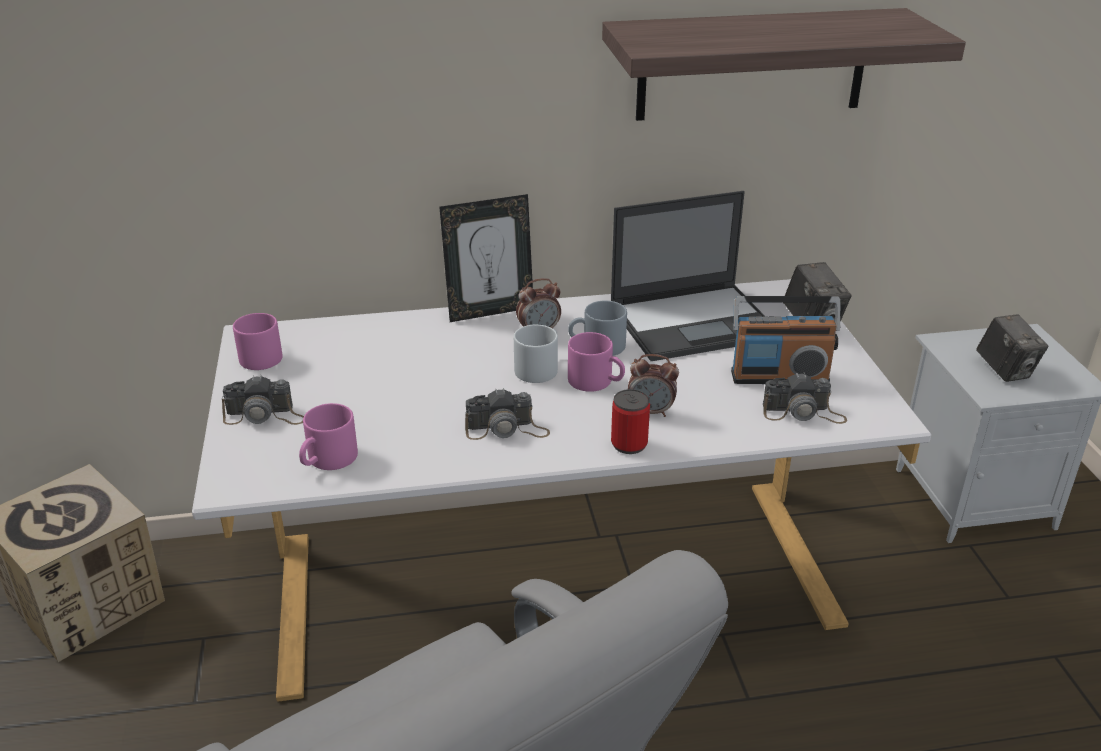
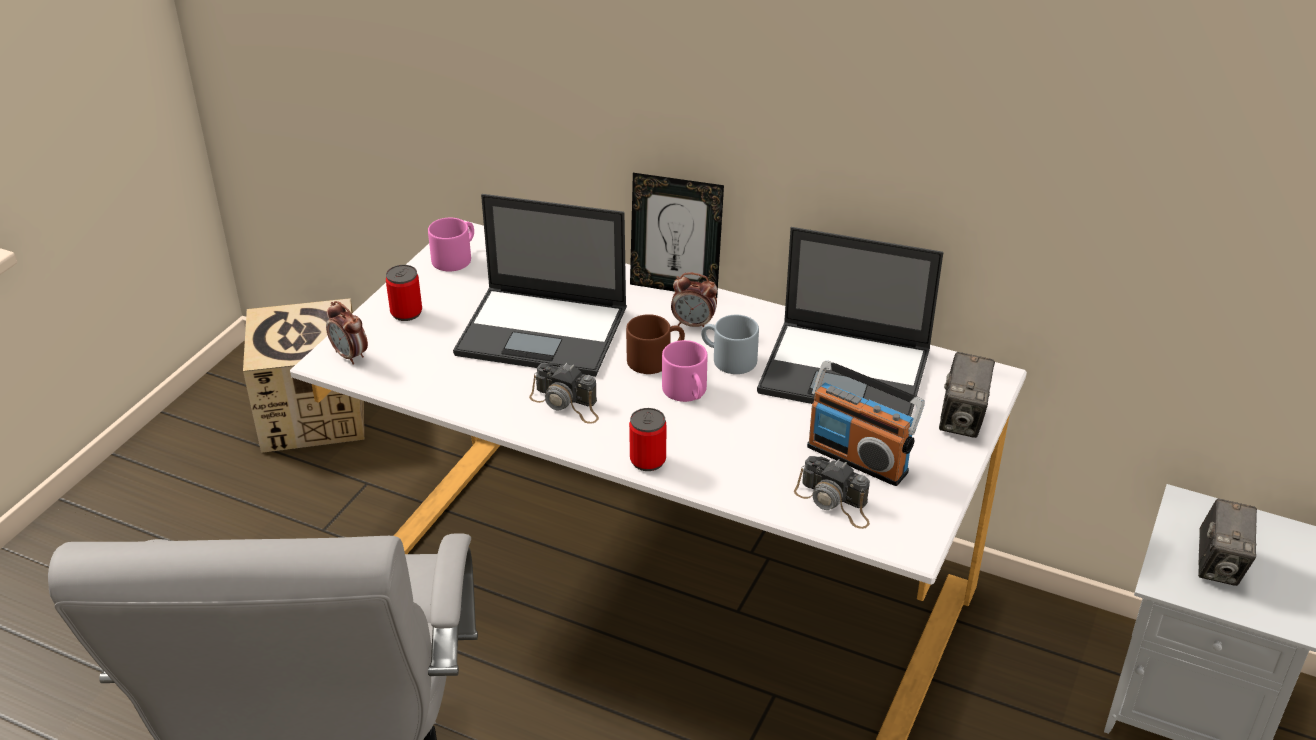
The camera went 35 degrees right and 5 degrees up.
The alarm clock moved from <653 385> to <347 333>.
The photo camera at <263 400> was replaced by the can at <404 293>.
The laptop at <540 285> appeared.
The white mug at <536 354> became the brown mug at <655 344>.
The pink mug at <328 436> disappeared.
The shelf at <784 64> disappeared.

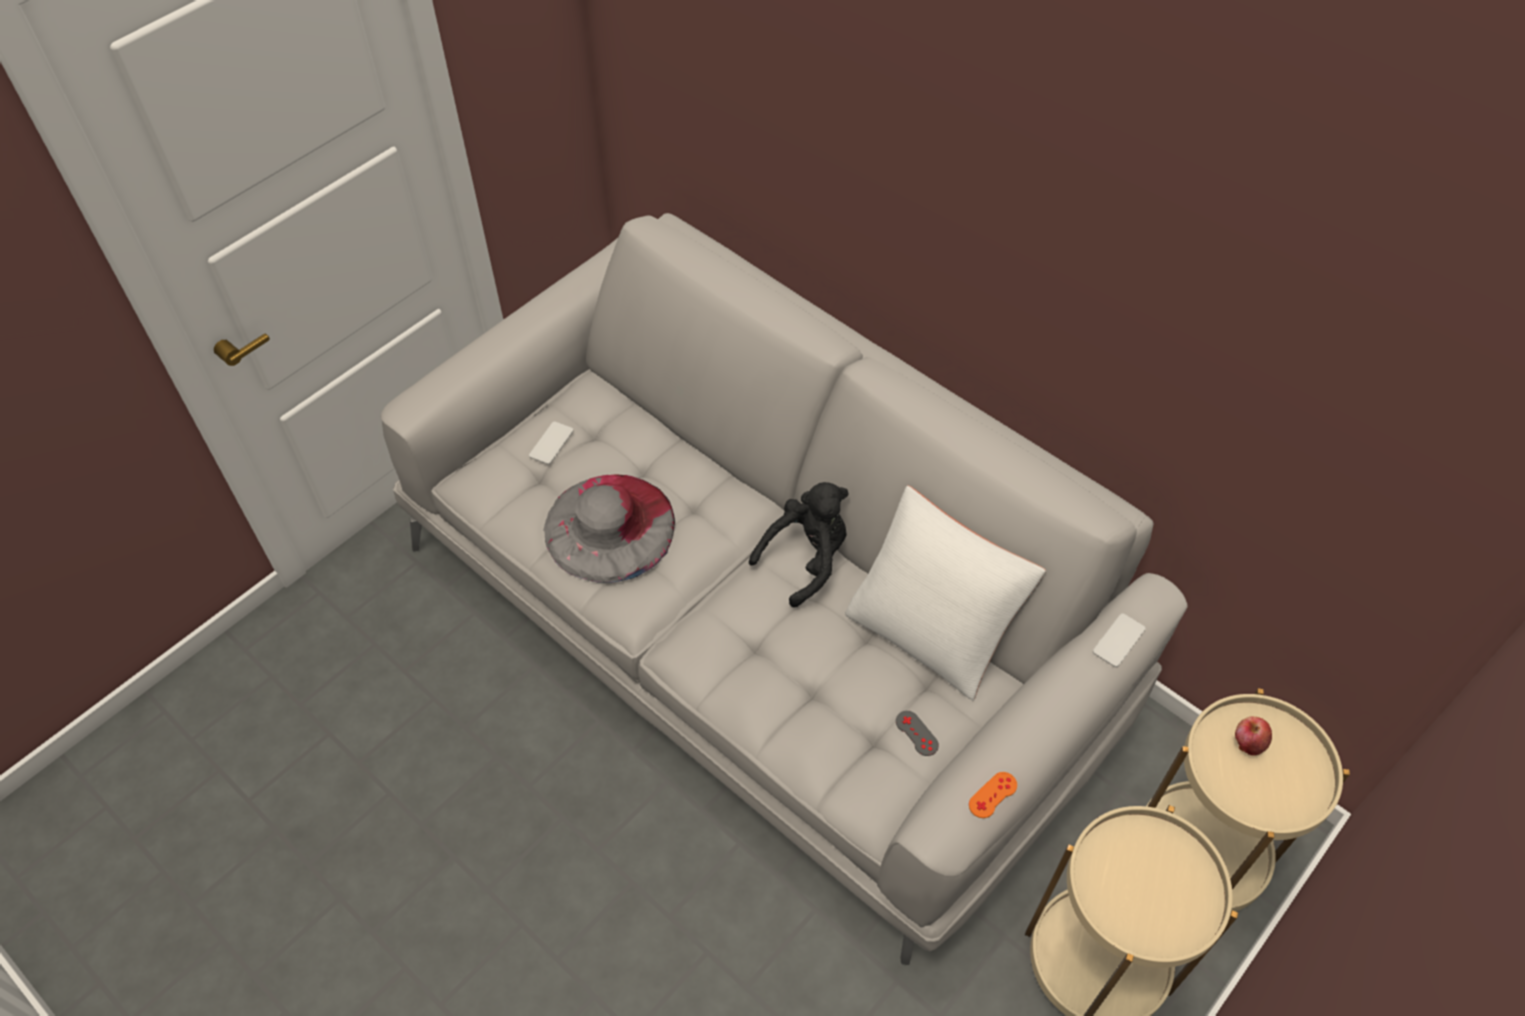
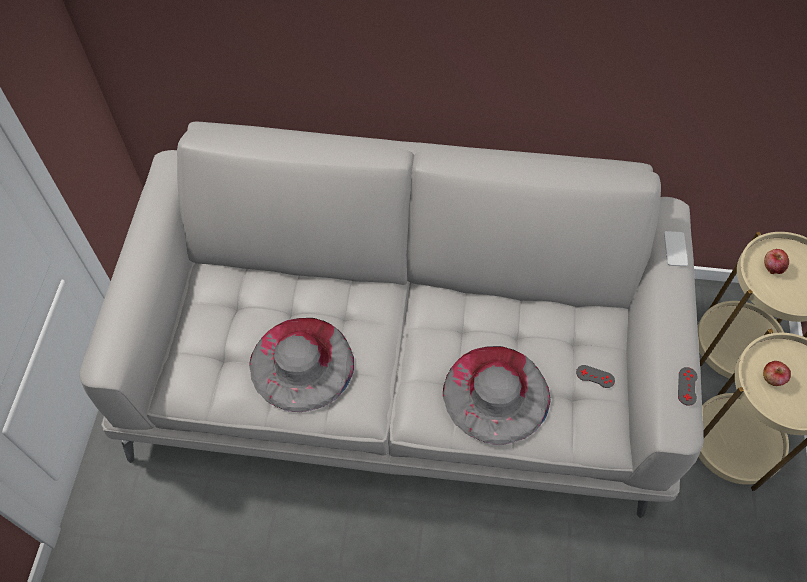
The camera went 35 degrees left and 5 degrees up.
The grey hat at <497 395> appeared.
The orange game controller at <993 795> became the grey game controller at <688 386>.
The apple at <777 373> appeared.
The phone at <551 443> disappeared.
The black plush toy at <799 544> disappeared.
The white pillow at <945 593> disappeared.

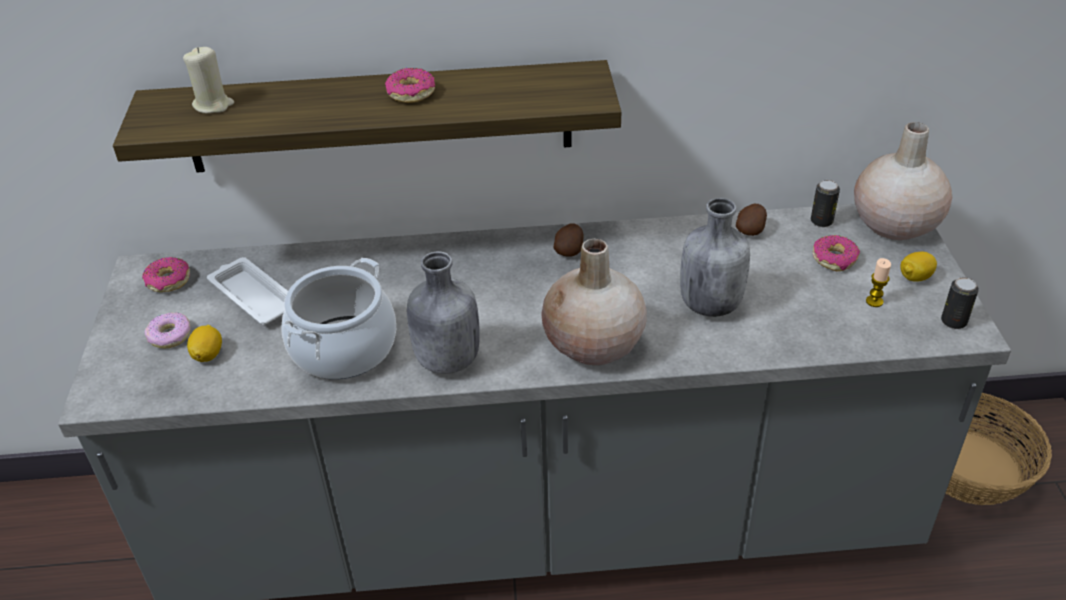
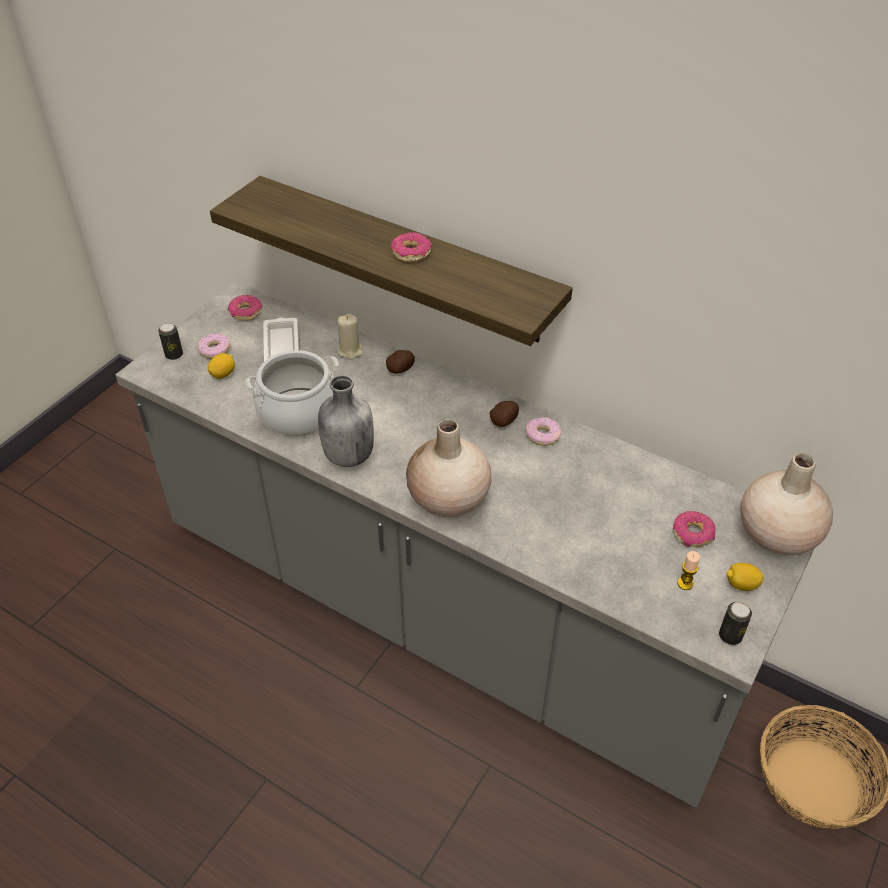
The camera went 35 degrees right and 5 degrees up.
The can moved from <825 203> to <170 341>.
The beige candle moved from <208 80> to <350 336>.
The potato moved from <751 220> to <400 362>.
The donut at <543 431> appeared.
The grey bottle at <715 257> disappeared.

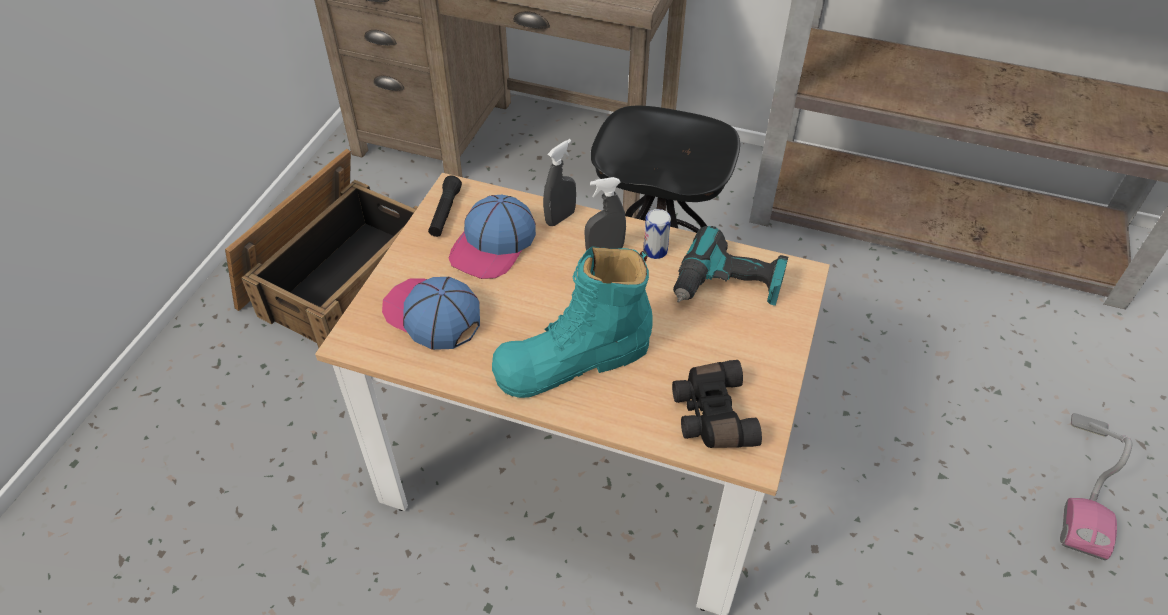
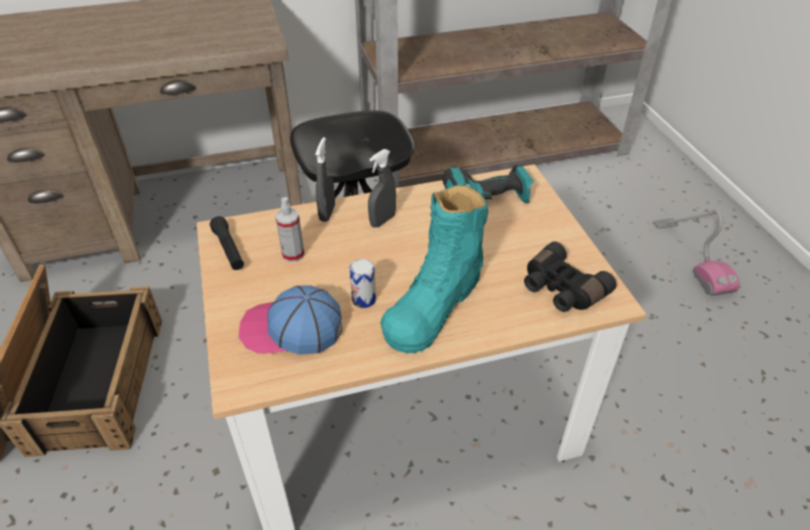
The camera went 35 degrees left and 5 degrees down.
The cap at <492 237> was replaced by the spray bottle at <289 229>.
The can moved from <657 234> to <362 283>.

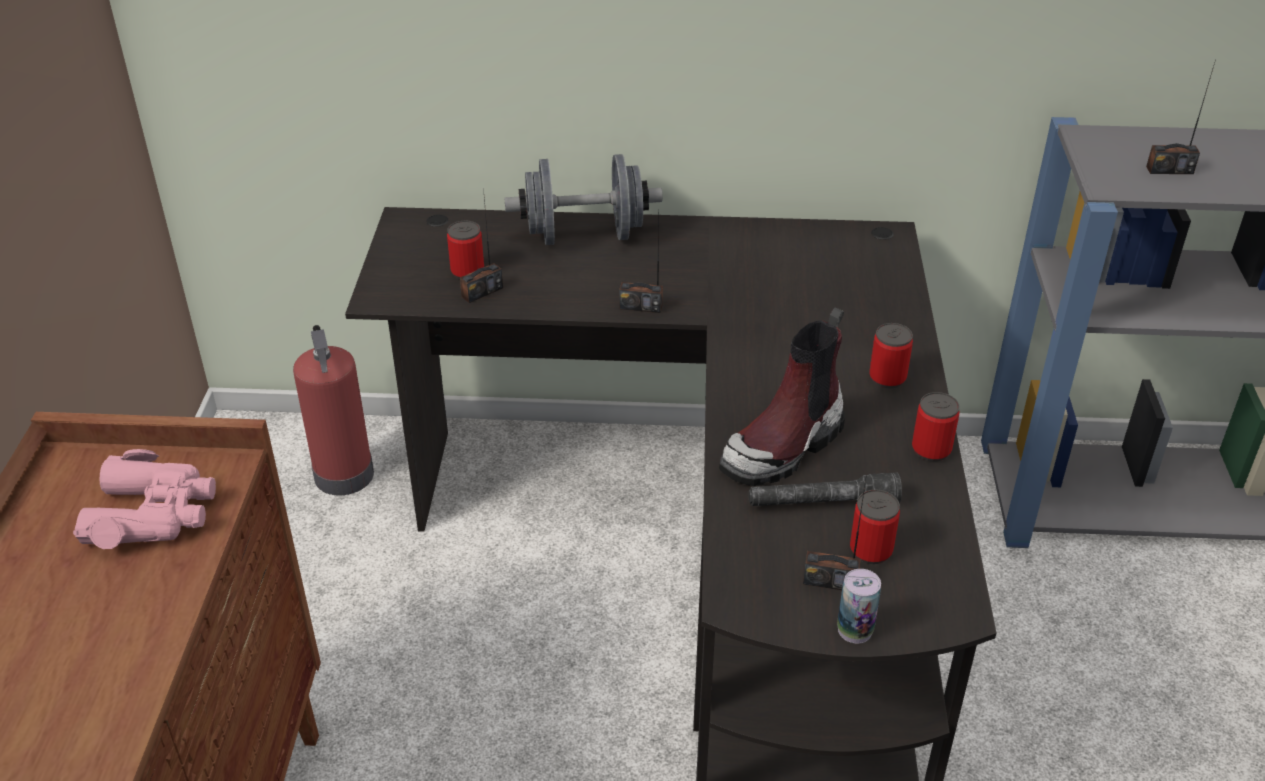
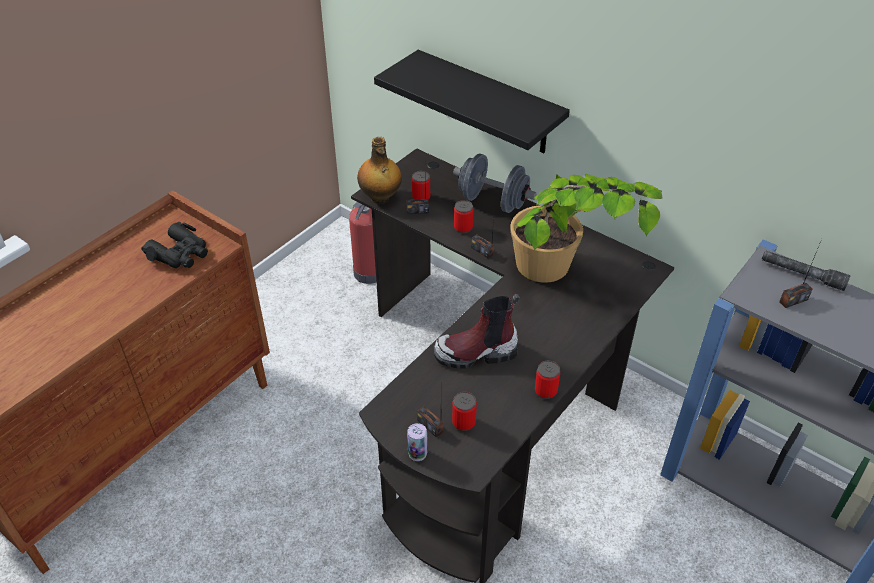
The camera went 35 degrees right and 5 degrees up.
The pink binoculars at <144 499> became the black binoculars at <174 245>.
The bottle at <379 170> appeared.
The black shelf at <472 101> appeared.
The can moved from <891 355> to <464 216>.
The potted plant at <586 228> appeared.
The grey flashlight moved from <825 489> to <806 271>.
The radio at <1180 118> turned 60 degrees counterclockwise.

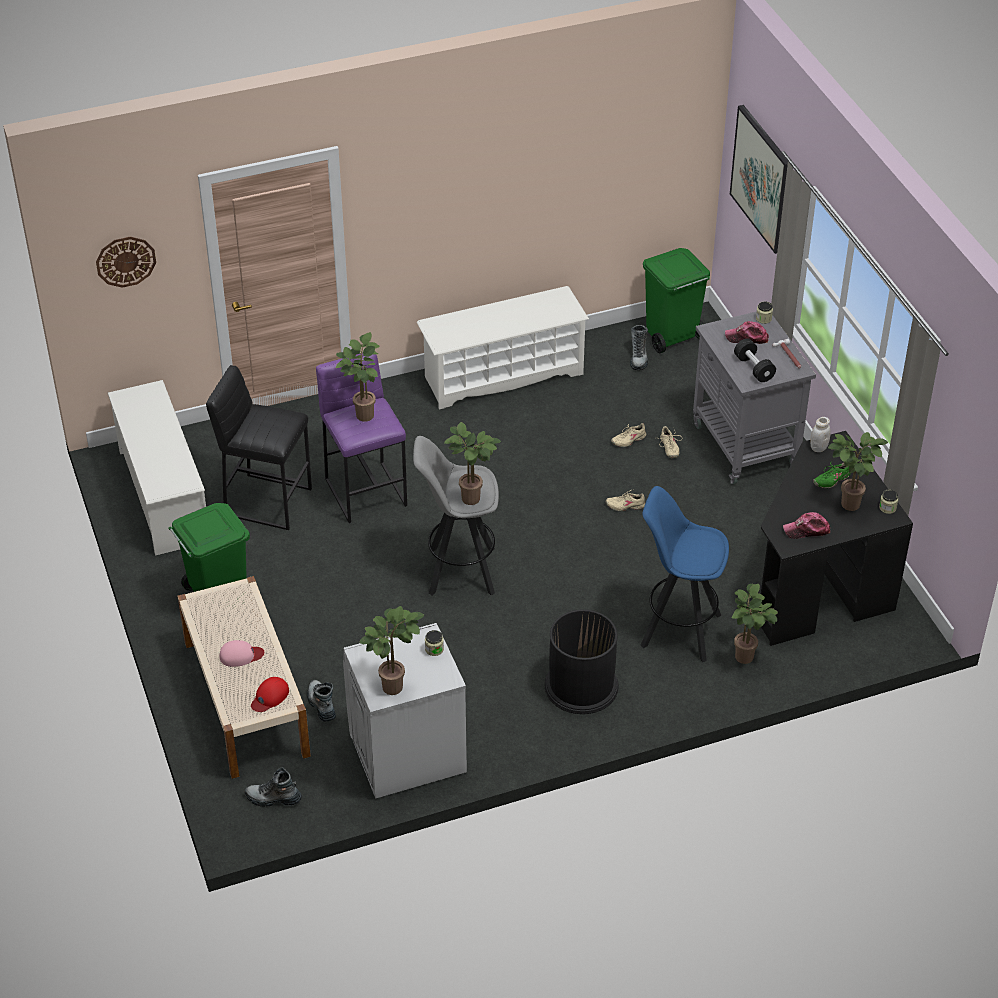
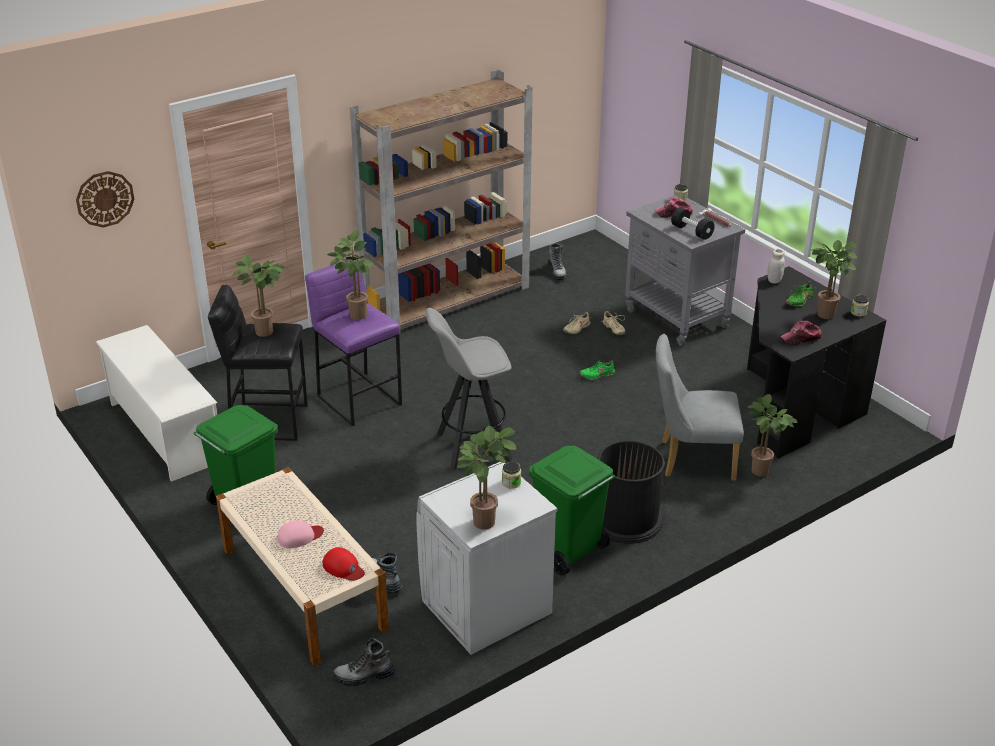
The camera went 15 degrees left and 10 degrees down.
The potted plant moved from <472 463> to <259 296>.
The red cap at <270 694> turned 75 degrees counterclockwise.
The white shoe rack at <503 348> was replaced by the brown bookcase at <441 202>.
The green trash can moved from <676 300> to <572 510>.
The beige shoe at <625 500> became the green shoe at <597 370>.
The blue stool at <685 574> was replaced by the grey chair at <700 407>.
The picture at <759 179> disappeared.

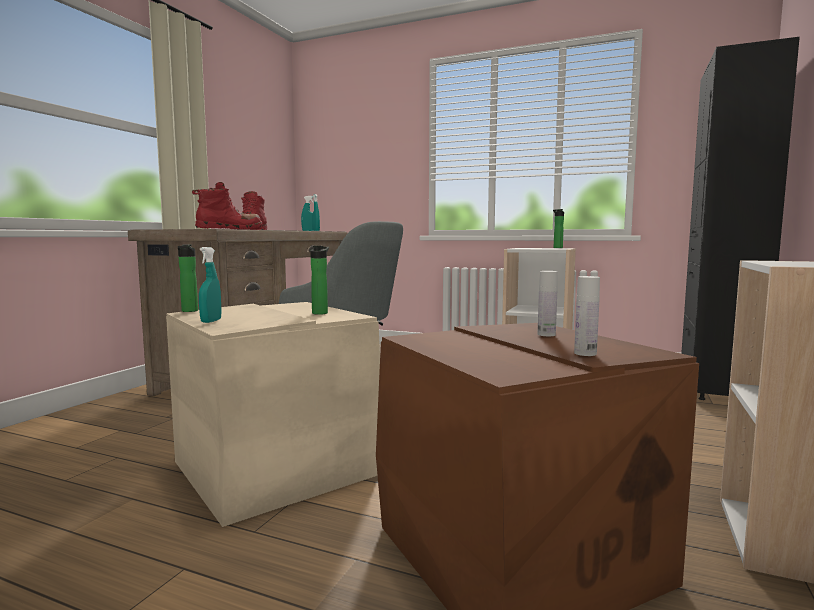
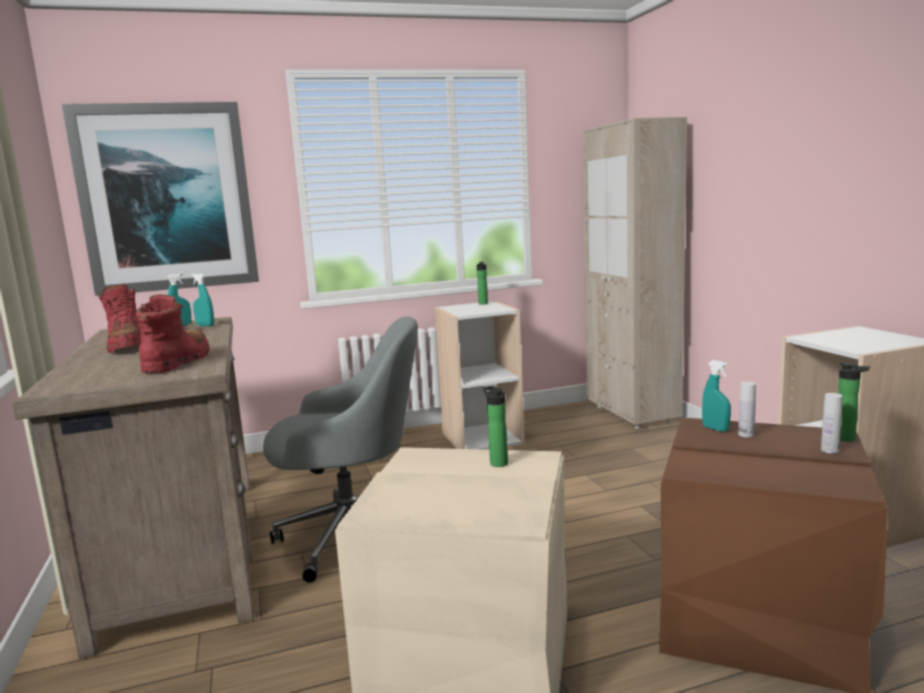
The camera went 40 degrees left and 5 degrees up.
The picture at <160 199> appeared.
The black cabinet at <740 218> became the beige cabinet at <635 273>.
The turquoise spray bottle moved from <210 285> to <716 396>.
The bottle moved from <188 278> to <854 402>.

